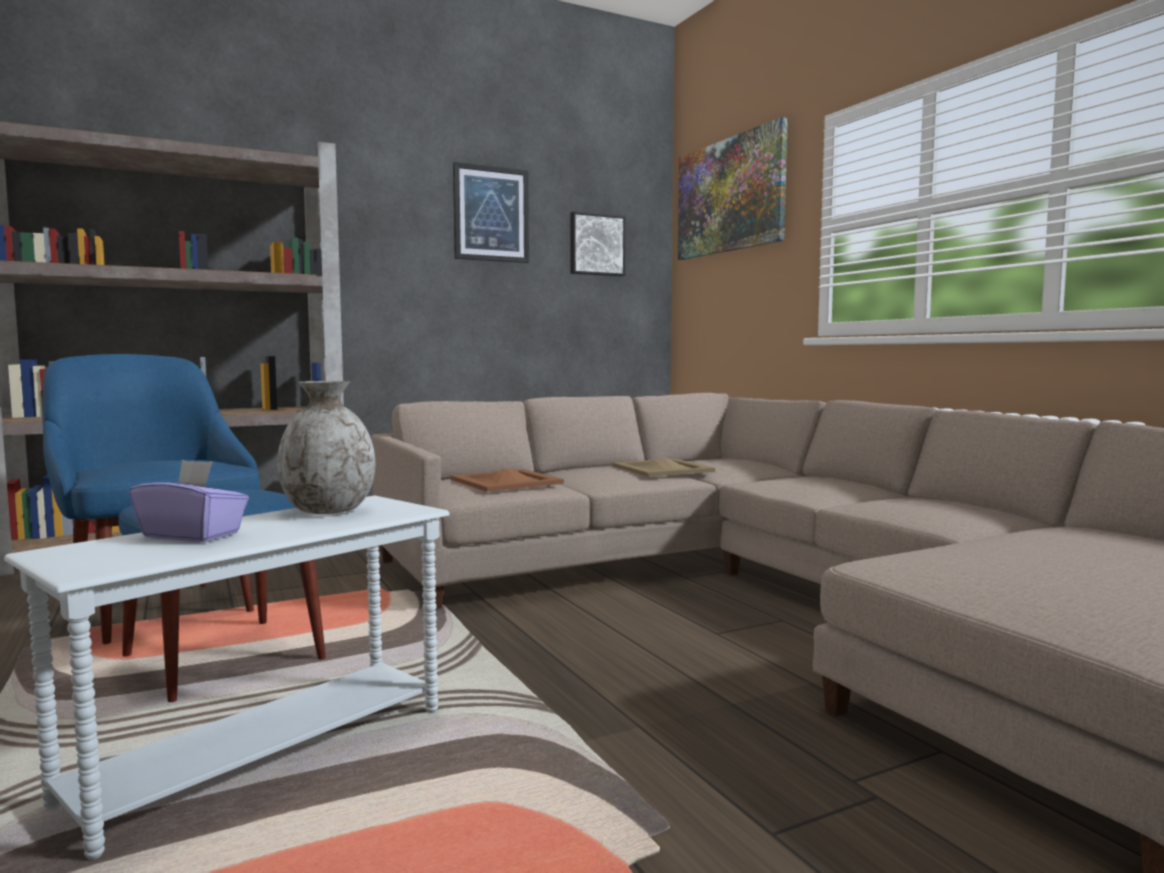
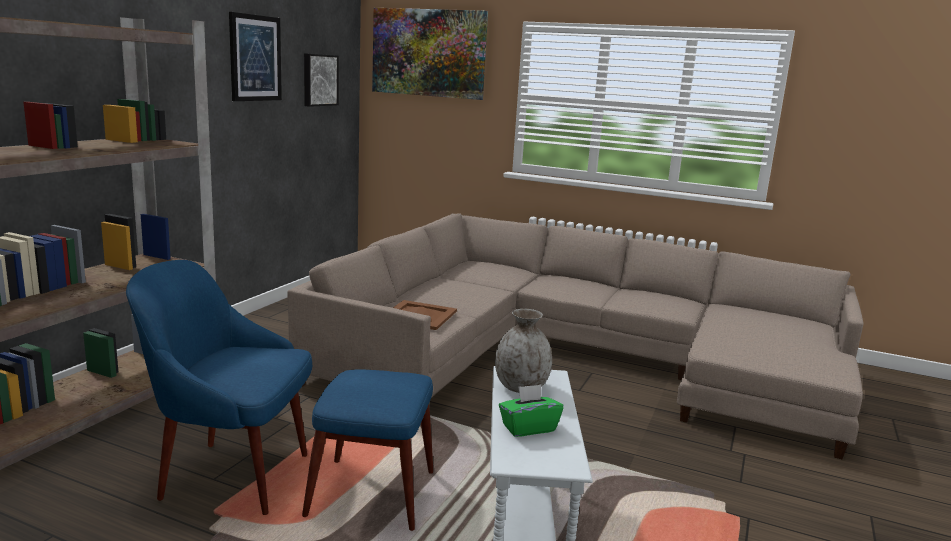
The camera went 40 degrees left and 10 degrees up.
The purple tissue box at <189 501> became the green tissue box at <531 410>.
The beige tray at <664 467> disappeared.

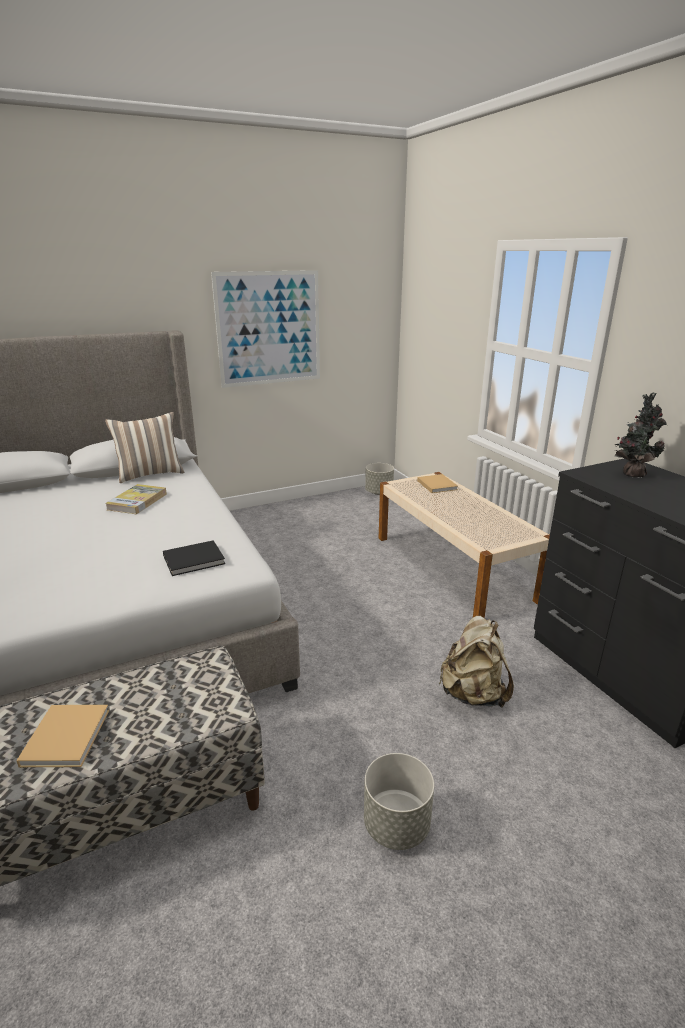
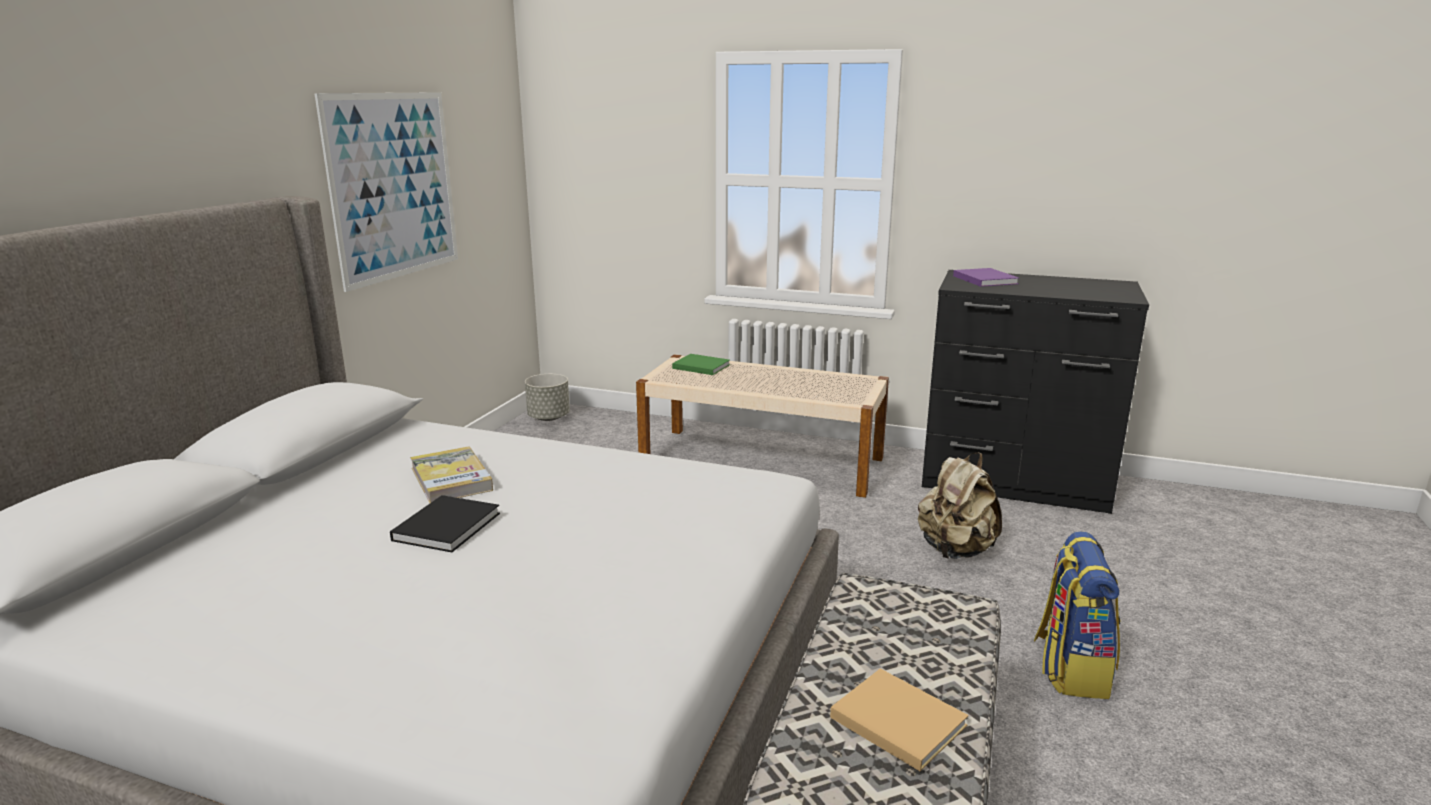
The camera went 45 degrees left and 5 degrees down.
The black book moved from <194 558> to <445 523>.
The beige book at <437 483> became the green book at <701 364>.
The potted plant at <641 435> was replaced by the purple book at <986 277>.
The grey planter at <399 801> was replaced by the backpack at <1077 615>.
The pillow at <144 447> disappeared.

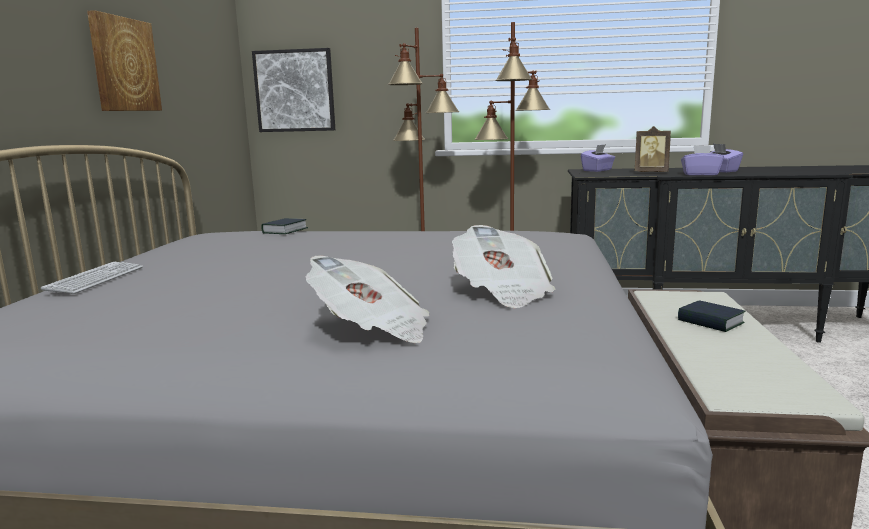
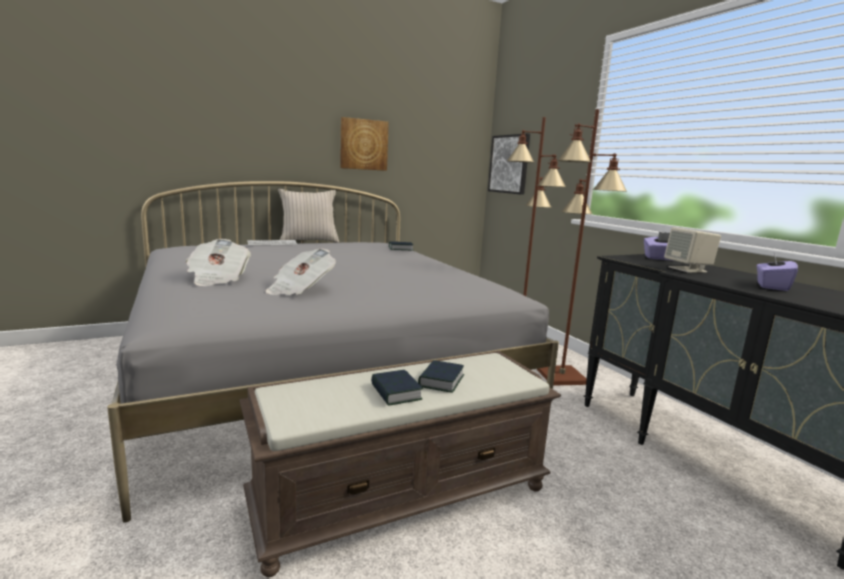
The camera went 55 degrees right and 0 degrees up.
The beige pillow at <308 216> appeared.
The book at <397 388> appeared.
The picture frame at <653 149> was replaced by the beige speaker at <692 250>.
The purple tissue box at <702 160> disappeared.

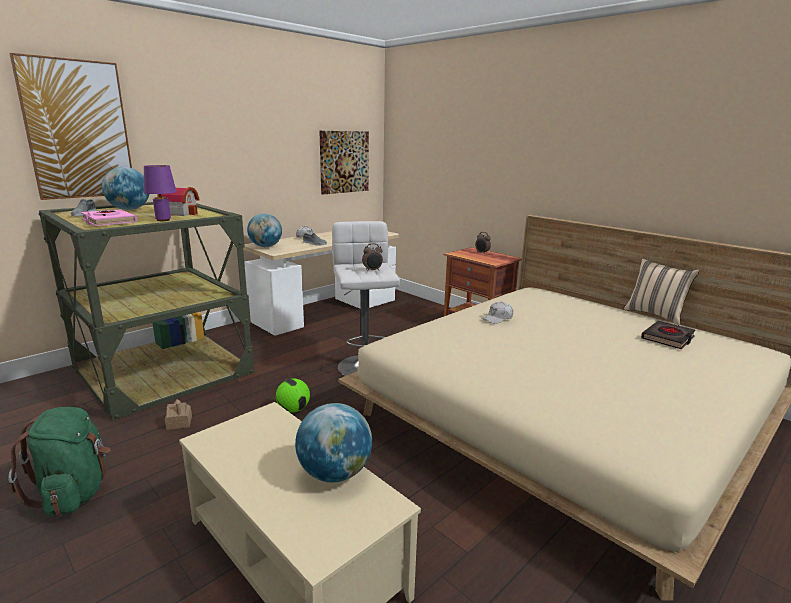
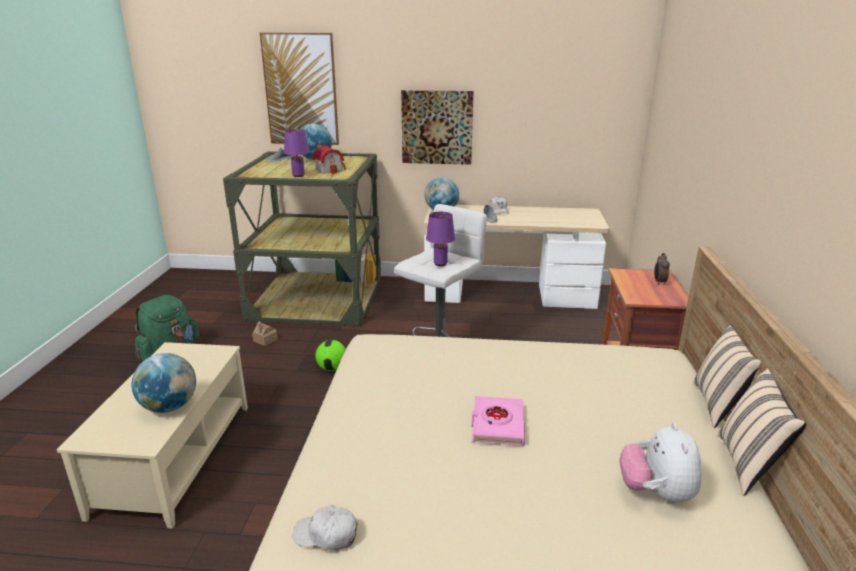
The camera went 50 degrees right and 5 degrees up.
The white cap moved from <497 313> to <325 528>.
The picture moved from <344 162> to <437 127>.
The alarm clock at <372 257> was replaced by the purple table lamp at <440 239>.
The pink book moved from <109 217> to <498 421>.
The black book at <668 335> was replaced by the plush toy at <660 463>.
The beige pillow at <727 377> appeared.

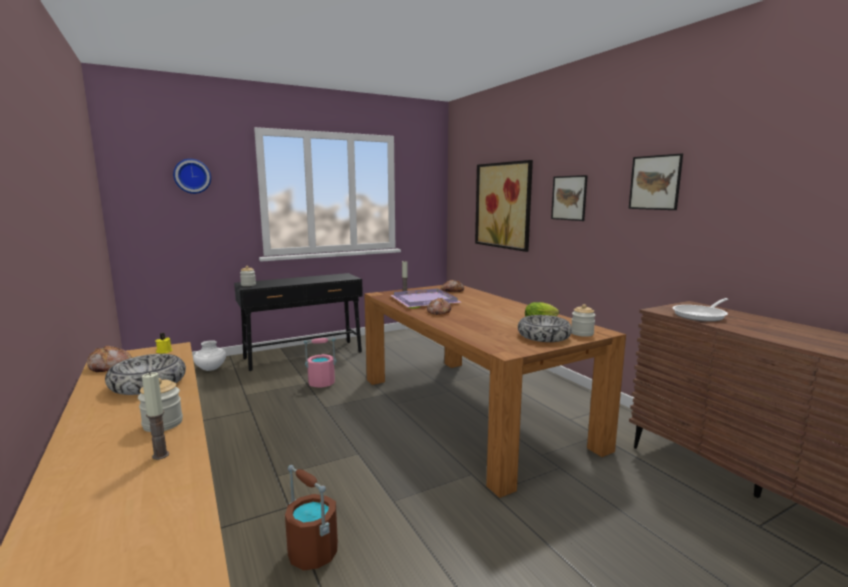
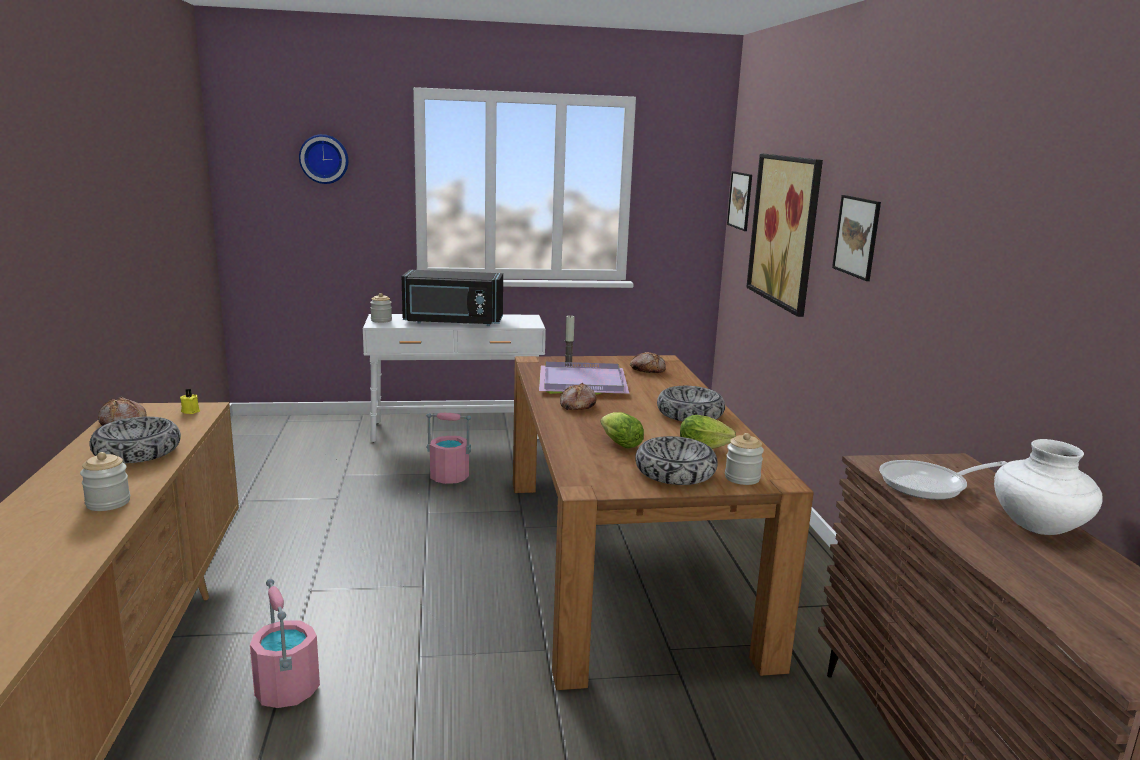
The camera went 20 degrees right and 5 degrees up.
The brown bucket at <311 517> became the pink bucket at <285 643>.
The black console table at <298 322> became the white console table at <454 378>.
The black microwave at <452 298> appeared.
The lettuce at <622 430> appeared.
The bowl at <691 404> appeared.
The picture moved from <656 181> to <739 201>.
The white vase moved from <209 355> to <1048 487>.
The candle at <155 416> disappeared.

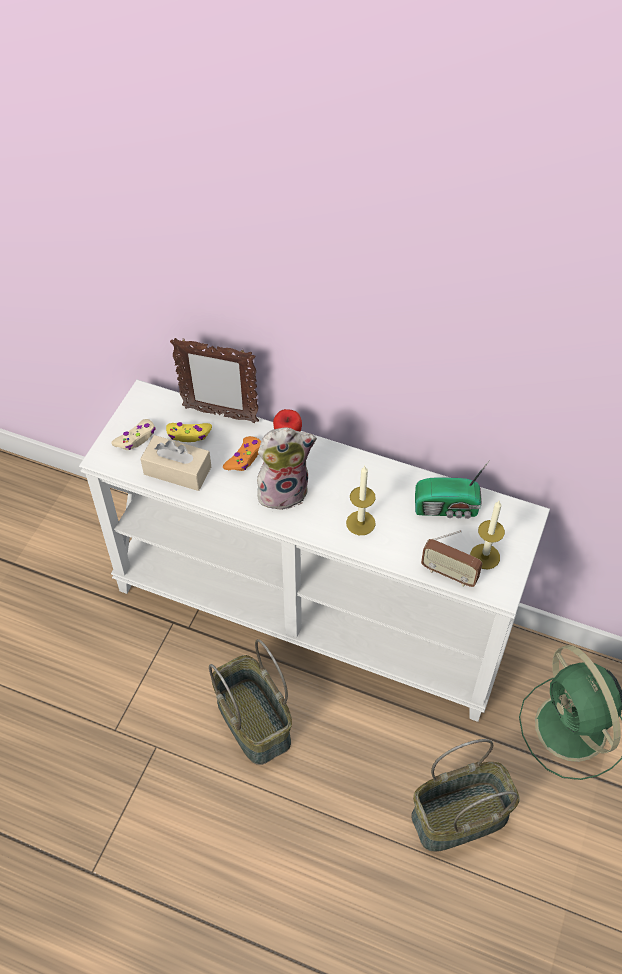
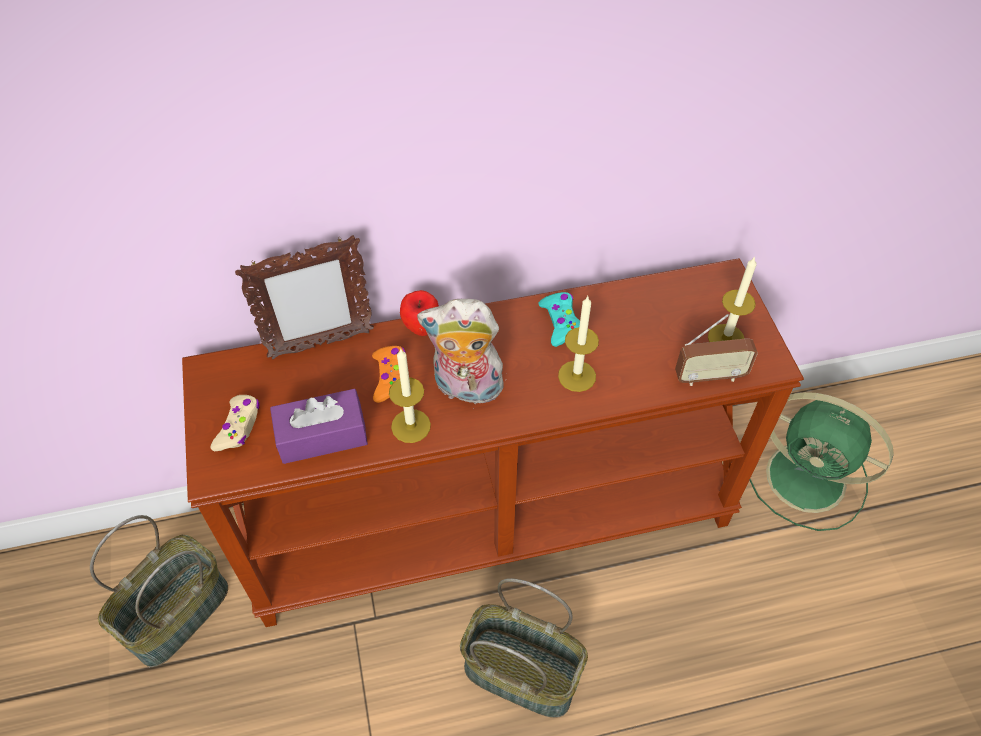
The camera went 35 degrees left and 0 degrees up.
The basket moved from <465 795> to <159 591>.
The white console table at <314 550> became the brown console table at <493 442>.
The beige tissue box at <175 463> became the purple tissue box at <319 426>.
The candle at <410 396> appeared.
The plush toy at <287 469> turned 120 degrees counterclockwise.
The turquoise game controller at <559 319> appeared.
The yellow game controller at <189 432> disappeared.
The radio at <452 489> disappeared.

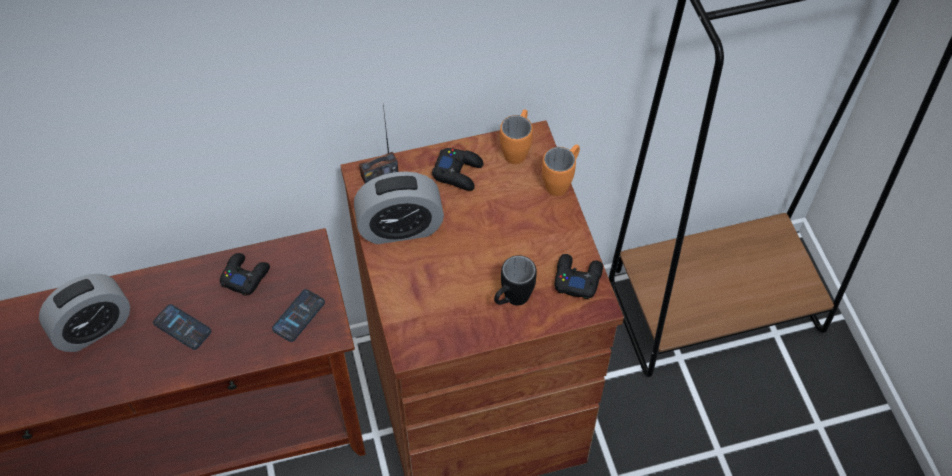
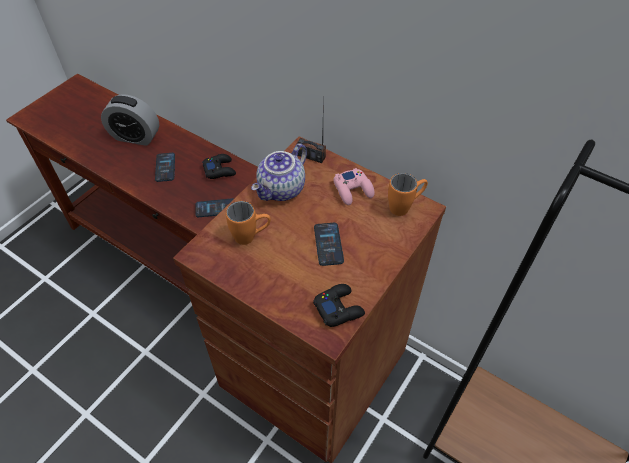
The camera went 50 degrees right and 5 degrees down.
The orange mug moved from <561 170> to <248 223>.
The alarm clock at <399 208> was replaced by the teapot at <279 172>.
The phone at <329 244> appeared.
The black game controller at <457 169> became the pink game controller at <354 186>.
The black mug at <515 280> disappeared.

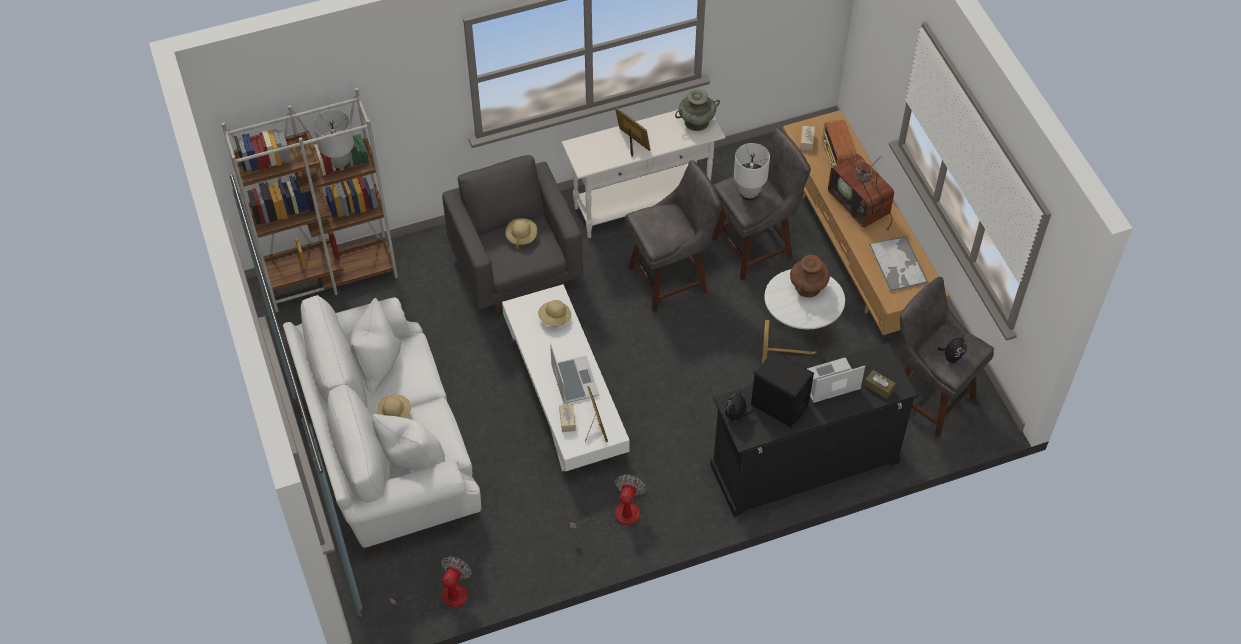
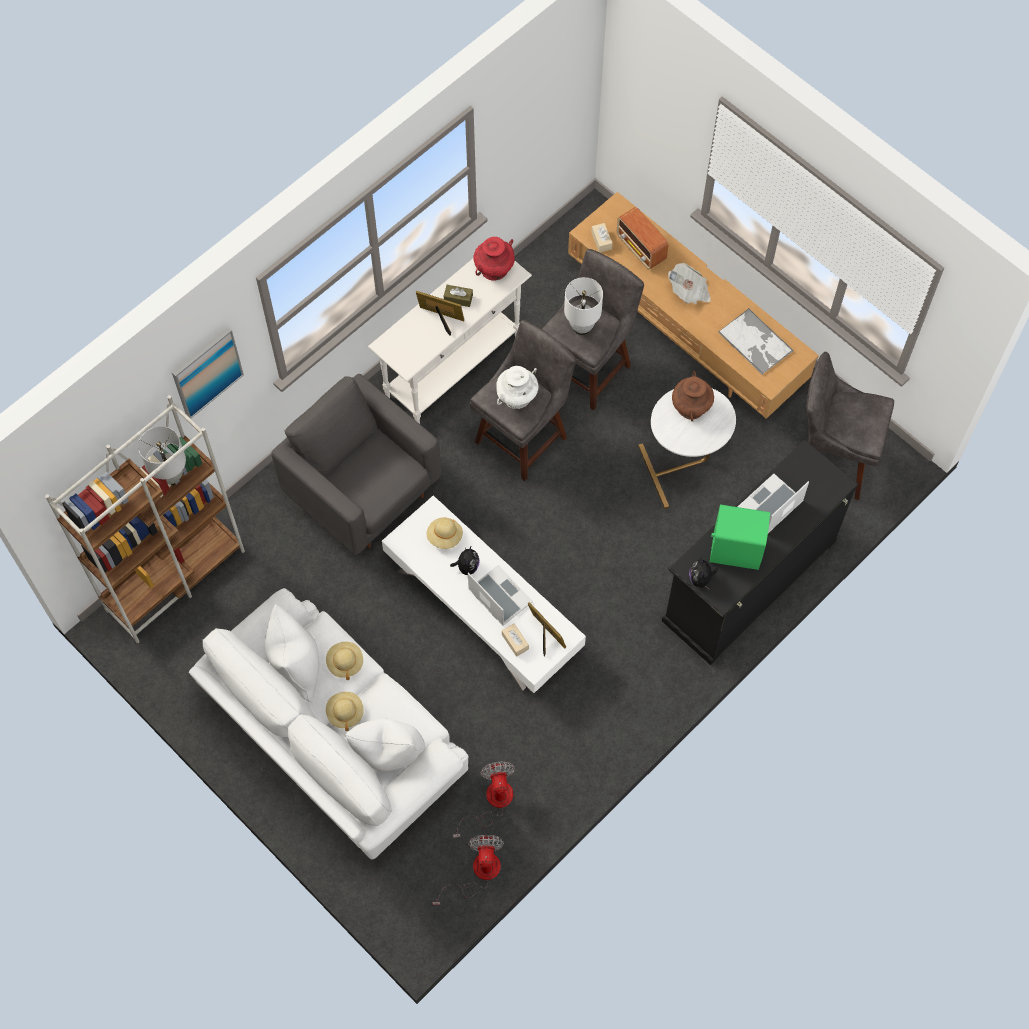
The camera went 25 degrees left and 10 degrees up.
The picture at <208 373> appeared.
The beige hat moved from <521 233> to <344 661>.
The brown tissue box moved from <880 384> to <458 296>.
The plush toy moved from <952 349> to <465 561>.
The fan moved from <608 505> to <484 800>.
The turquoise vase at <697 110> became the red vase at <494 259>.
The white vase at <517 387> appeared.
The television at <861 187> was replaced by the newspaper at <689 283>.
The black speaker at <782 388> became the green speaker at <740 537>.

